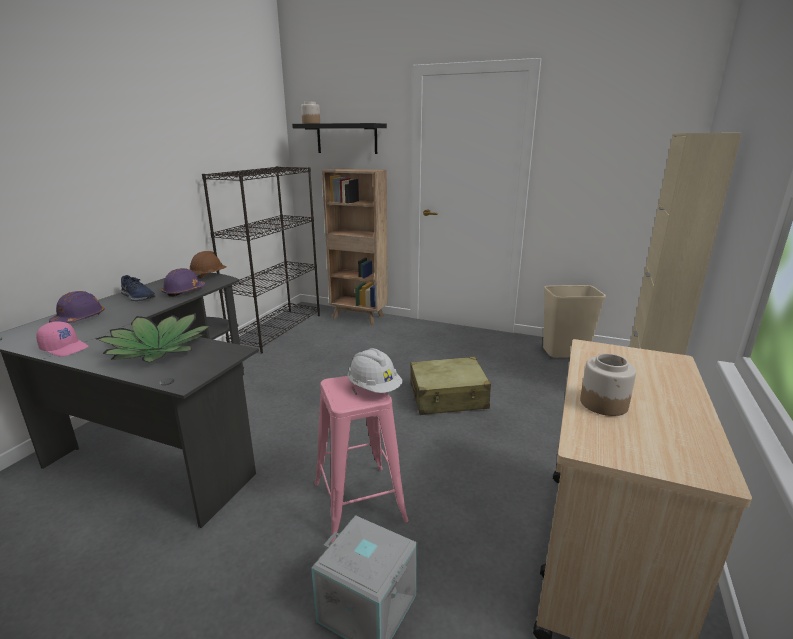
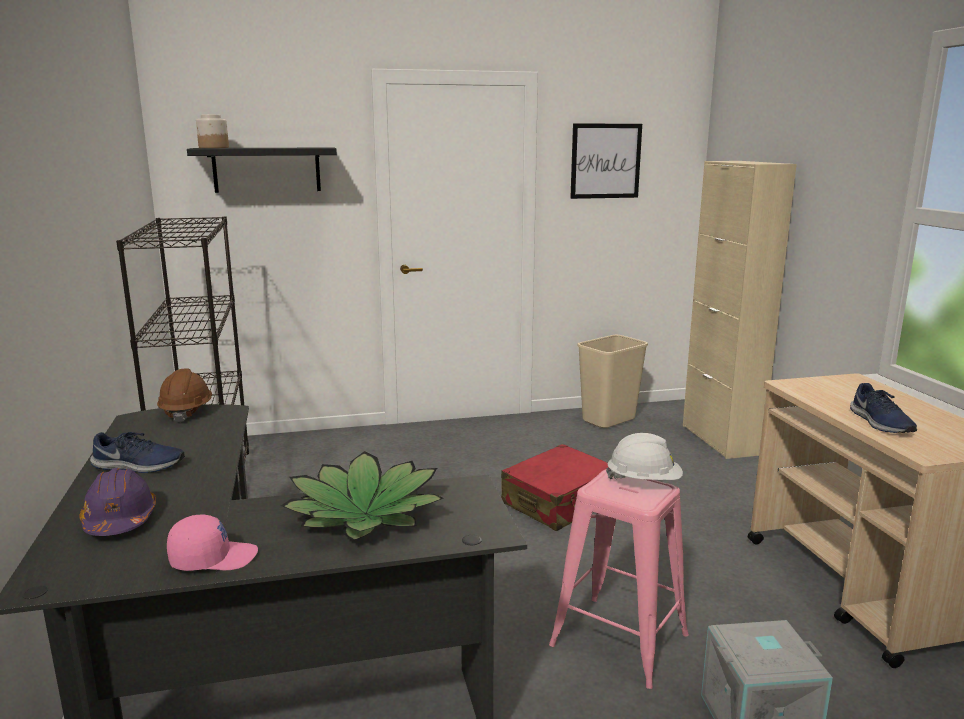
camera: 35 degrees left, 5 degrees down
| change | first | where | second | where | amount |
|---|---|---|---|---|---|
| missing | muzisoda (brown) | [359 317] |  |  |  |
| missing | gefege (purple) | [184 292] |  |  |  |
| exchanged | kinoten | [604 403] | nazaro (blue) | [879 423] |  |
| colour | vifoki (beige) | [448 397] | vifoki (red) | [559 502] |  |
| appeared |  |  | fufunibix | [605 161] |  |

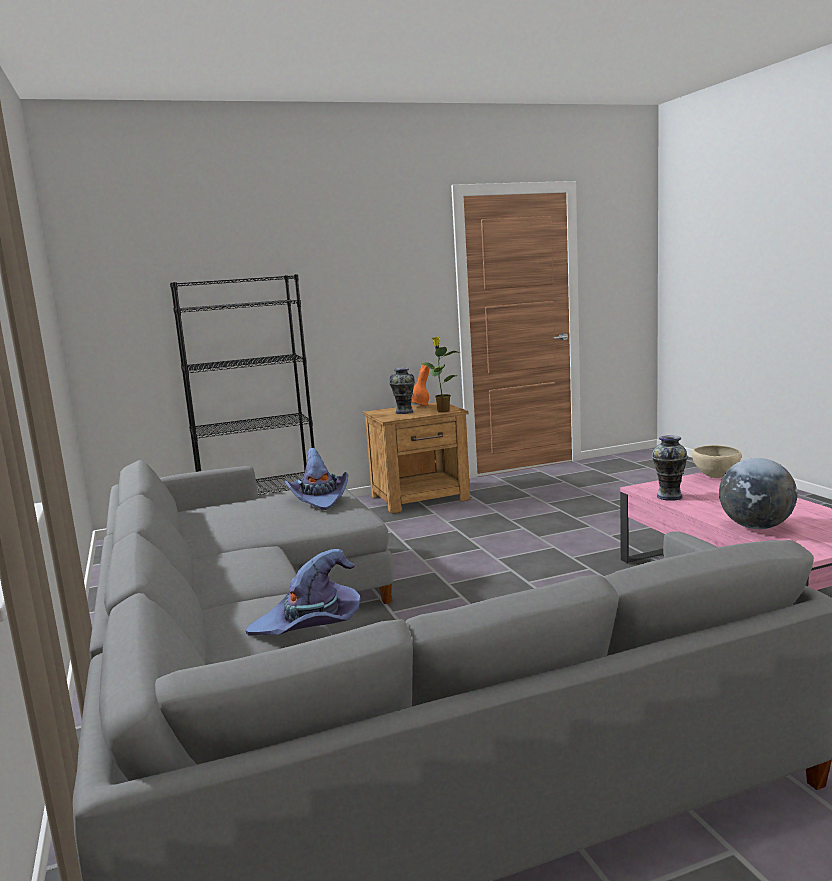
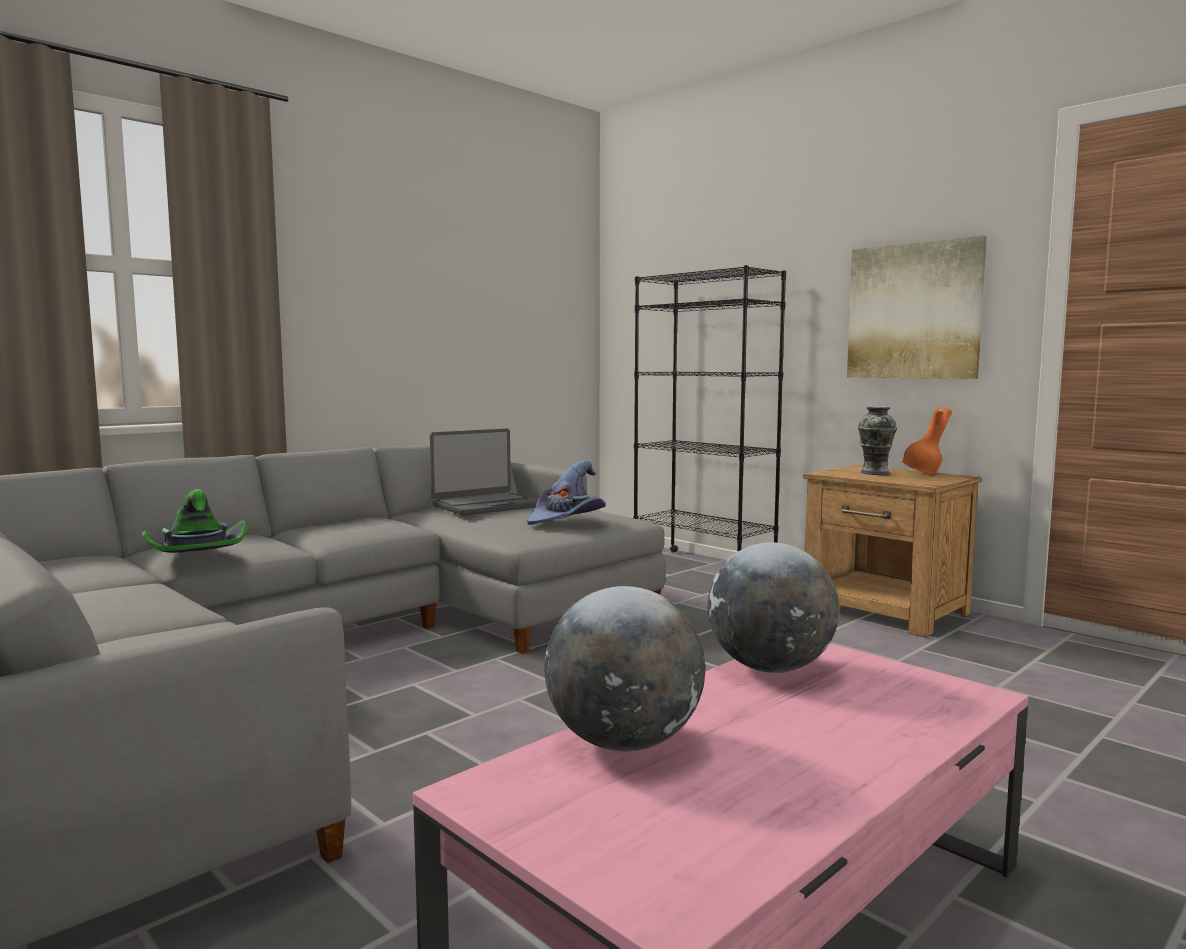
camera: 65 degrees right, 5 degrees down
| change | first | where | second | where | amount |
|---|---|---|---|---|---|
| missing | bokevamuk | [442 411] |  |  |  |
| exchanged | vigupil | [670 496] | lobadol | [770 668] |  |
| missing | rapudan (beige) | [715 477] |  |  |  |
| colour | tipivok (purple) | [310 625] | tipivok (green) | [196 556] |  |
| appeared |  |  | fufunibix | [914 311] |  |
| appeared |  |  | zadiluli | [486 506] |  |

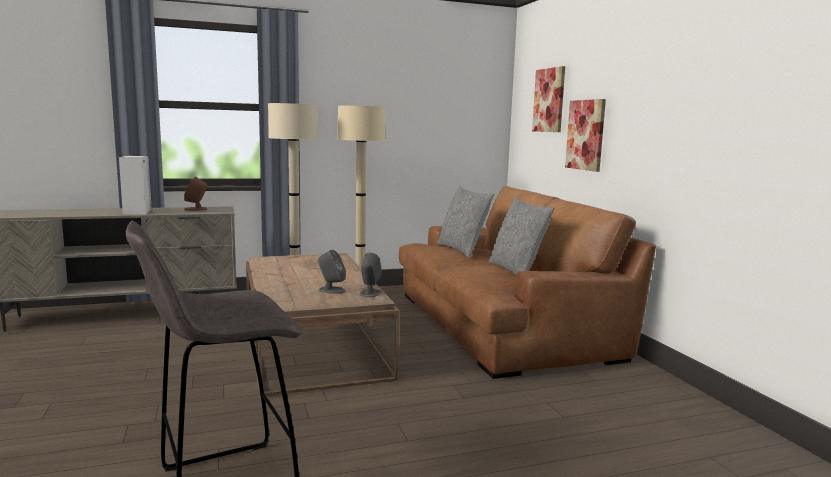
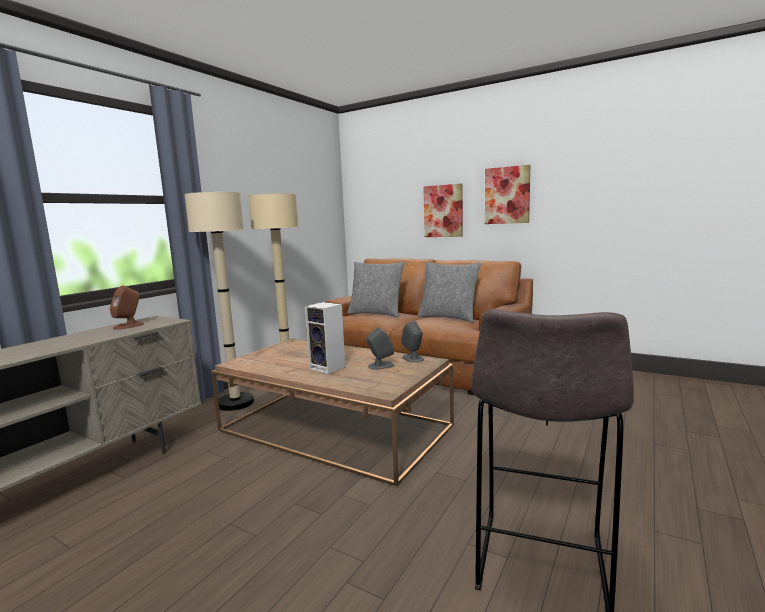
camera: 40 degrees left, 0 degrees up
| change | first | where | second | where | amount |
|---|---|---|---|---|---|
| relocated | fufunibix | [549 100] |  | [507 195] |  |
| relocated | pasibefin | [137 213] |  | [329 368] |  |

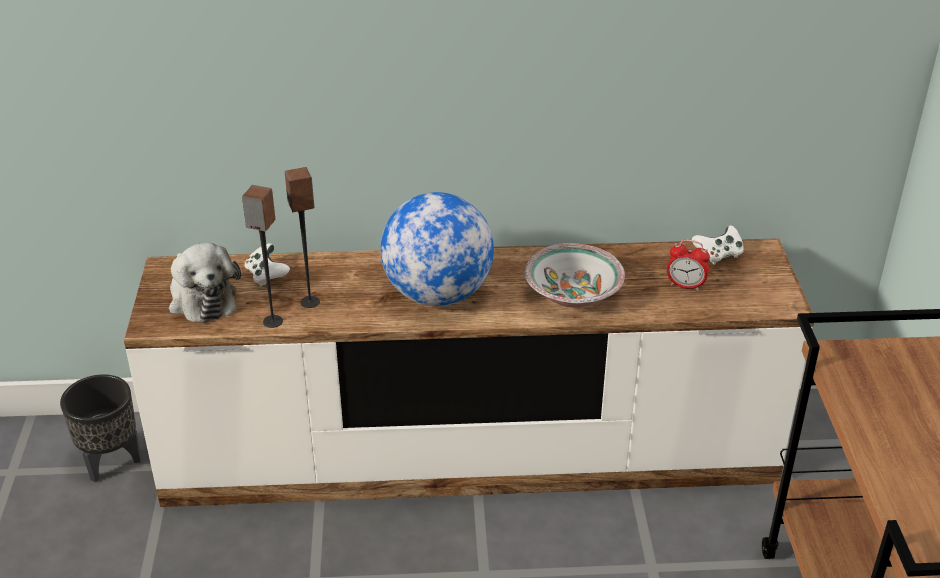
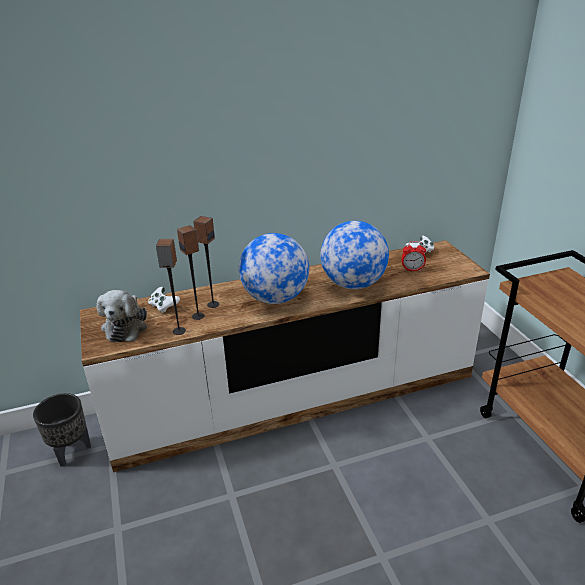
camera: 15 degrees left, 5 degrees down
| change | first | where | second | where | amount |
|---|---|---|---|---|---|
| spun | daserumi | [201 298] |  | [126 326] | 45 degrees clockwise |
| exchanged | rapudan | [572 293] | lobadol | [353 284] |  |
| appeared |  |  | pasibefin | [213 304] |  |

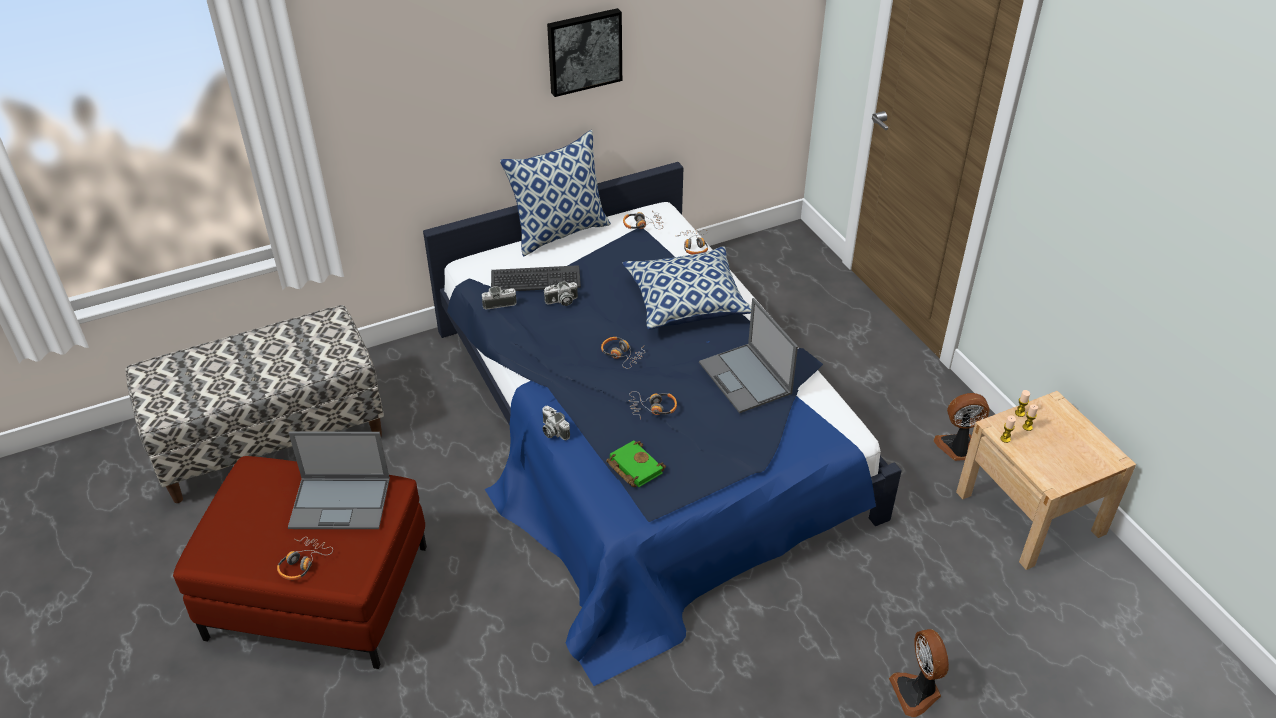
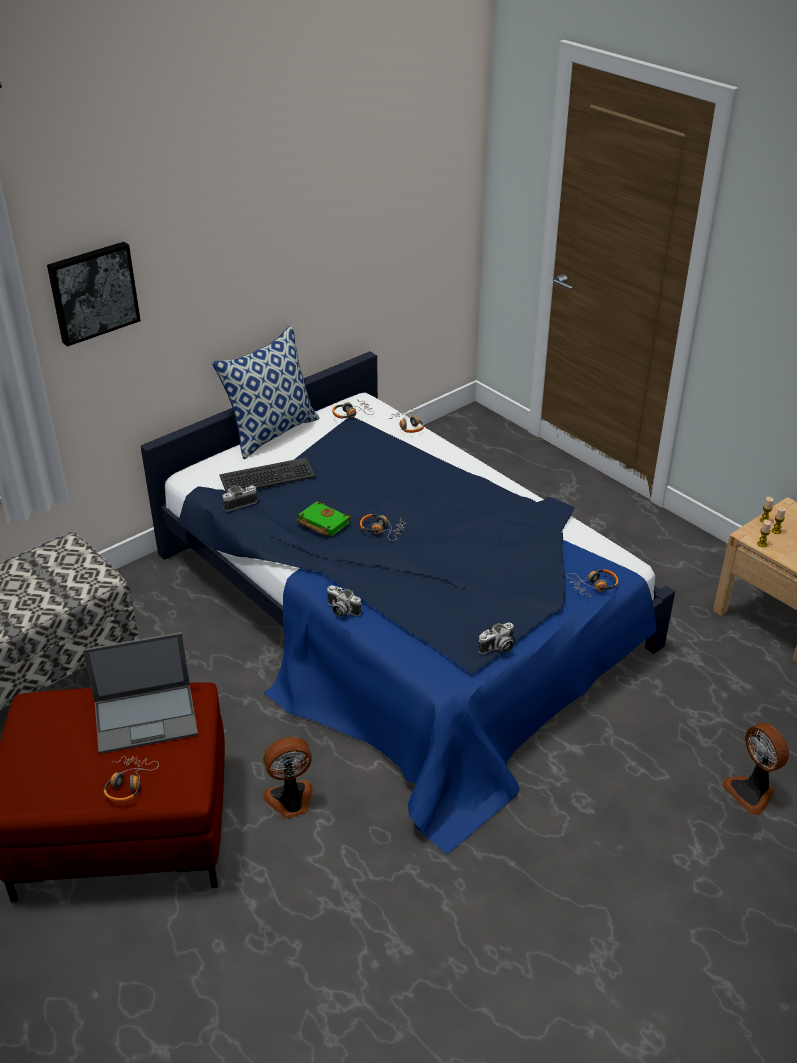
camera: 15 degrees left, 5 degrees down
| change | first | where | second | where | amount |
|---|---|---|---|---|---|
| relocated | fufunibix | [584 51] |  | [92 292] |  |
| missing | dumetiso | [687 302] |  |  |  |
| relocated | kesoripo | [561 301] |  | [497 648] |  |
| missing | zadiluli | [746 378] |  |  |  |
| relocated | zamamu | [652 408] |  | [593 586] |  |
| relocated | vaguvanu | [957 448] |  | [290 801] |  |
| relocated | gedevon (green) | [633 467] |  | [321 523] |  |

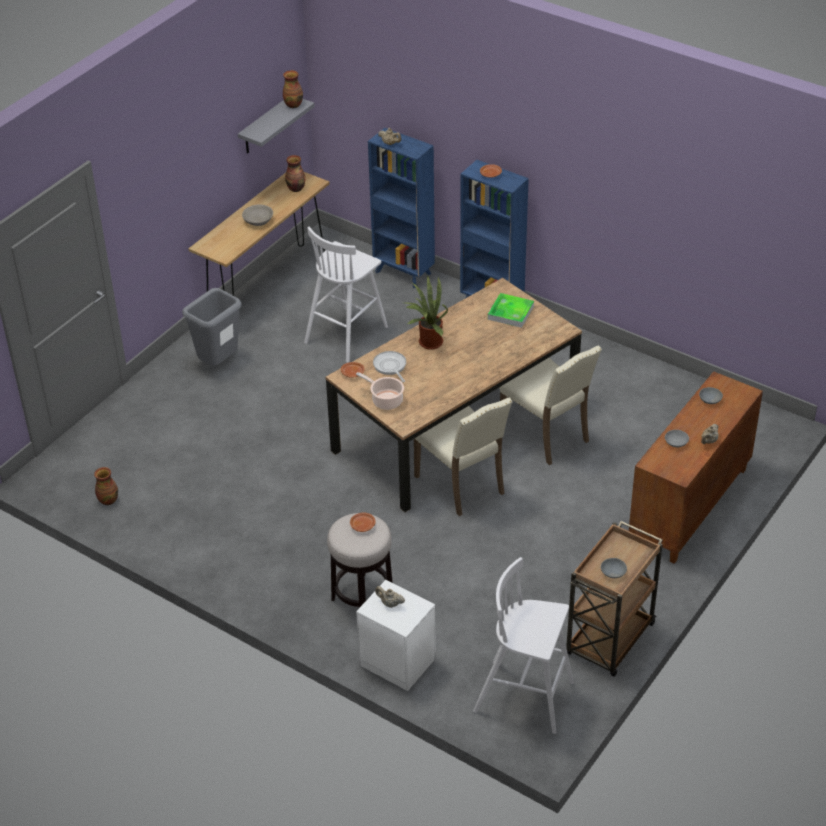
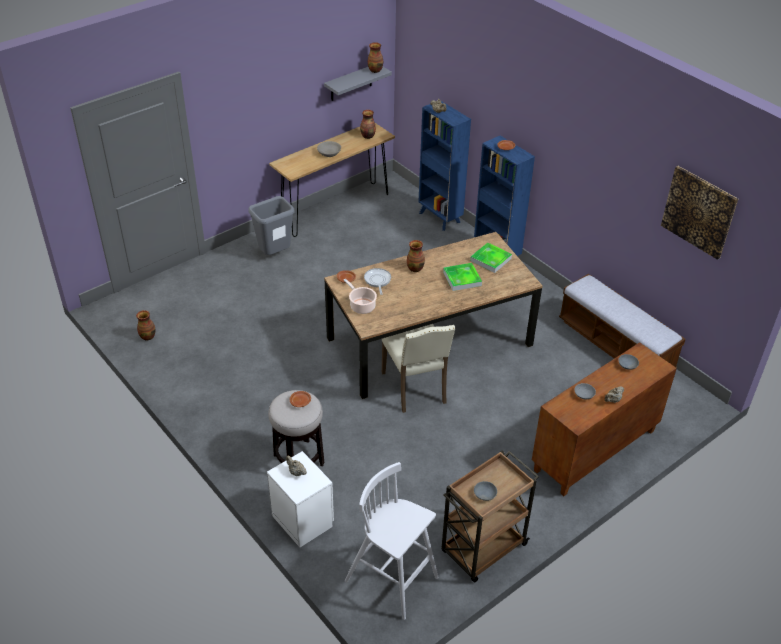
camera: 15 degrees right, 0 degrees up
| change | first | where | second | where | amount |
|---|---|---|---|---|---|
| missing | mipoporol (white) | [347 334] |  |  |  |
| exchanged | bokevamuk | [428 342] | vigupil | [415 268] |  |
| missing | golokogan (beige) | [547 436] |  |  |  |
| appeared |  |  | fufunibix | [699 211] |  |
| appeared |  |  | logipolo | [462 279] |  |
| appeared |  |  | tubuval | [615 345] |  |

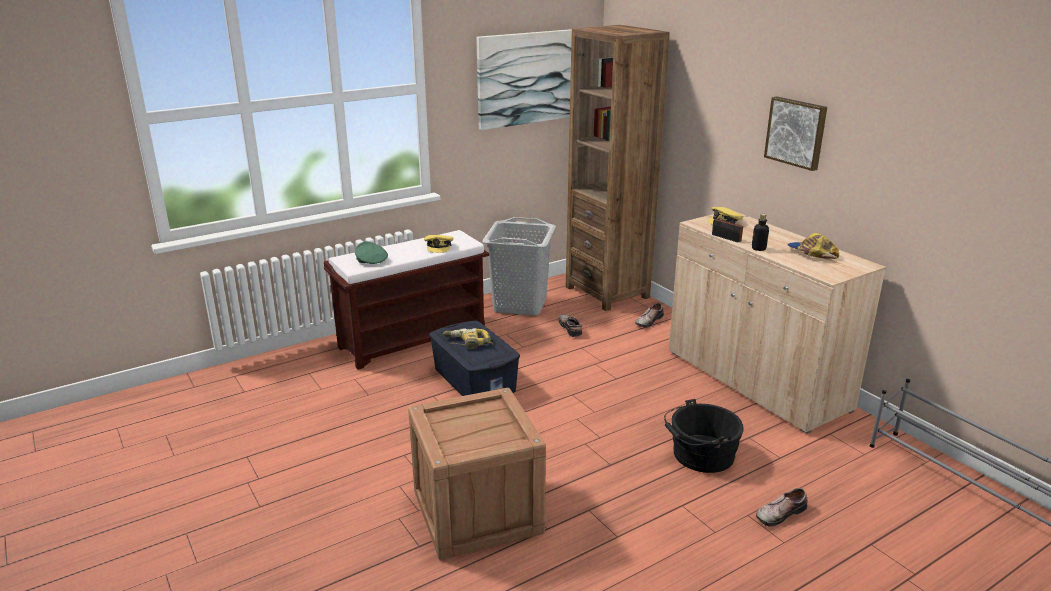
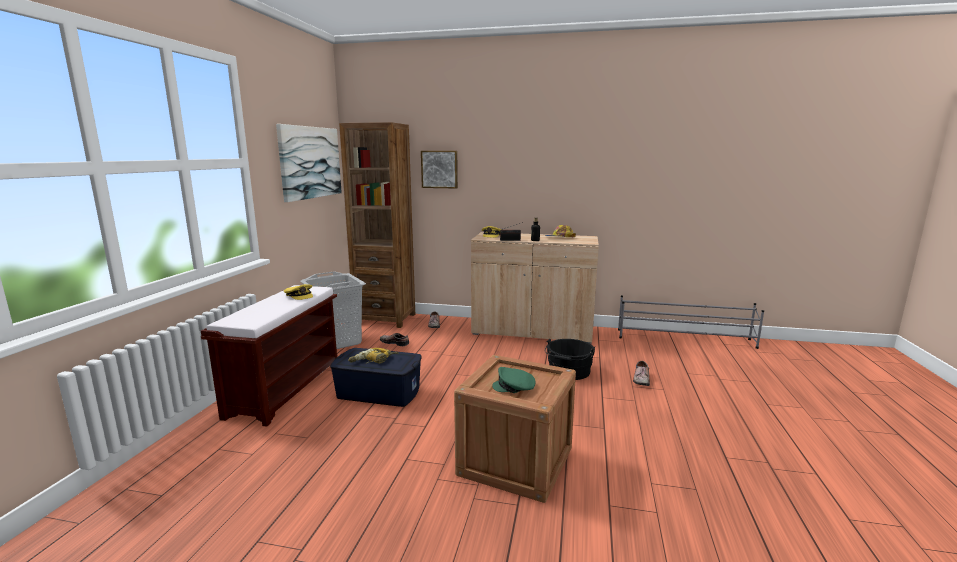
camera: 45 degrees left, 10 degrees down
| change | first | where | second | where | amount |
|---|---|---|---|---|---|
| relocated | fufunibix | [796 132] |  | [439 169] |  |
| relocated | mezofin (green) | [370 260] |  | [514 387] |  |

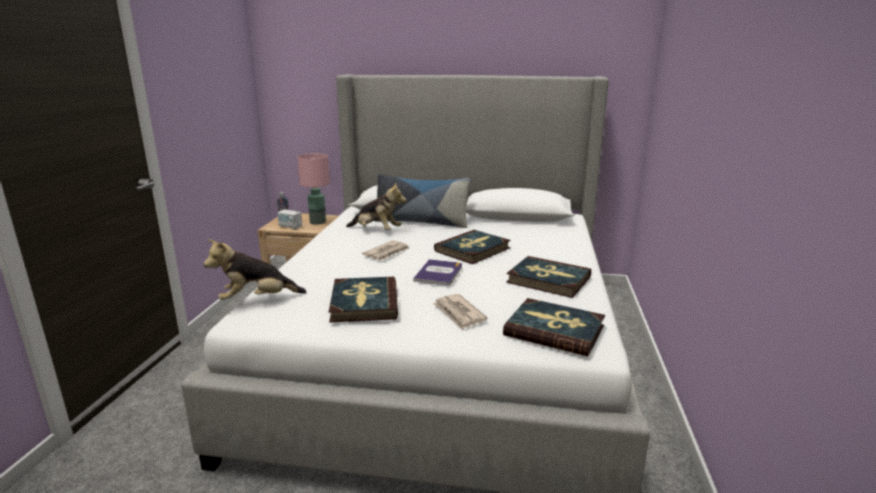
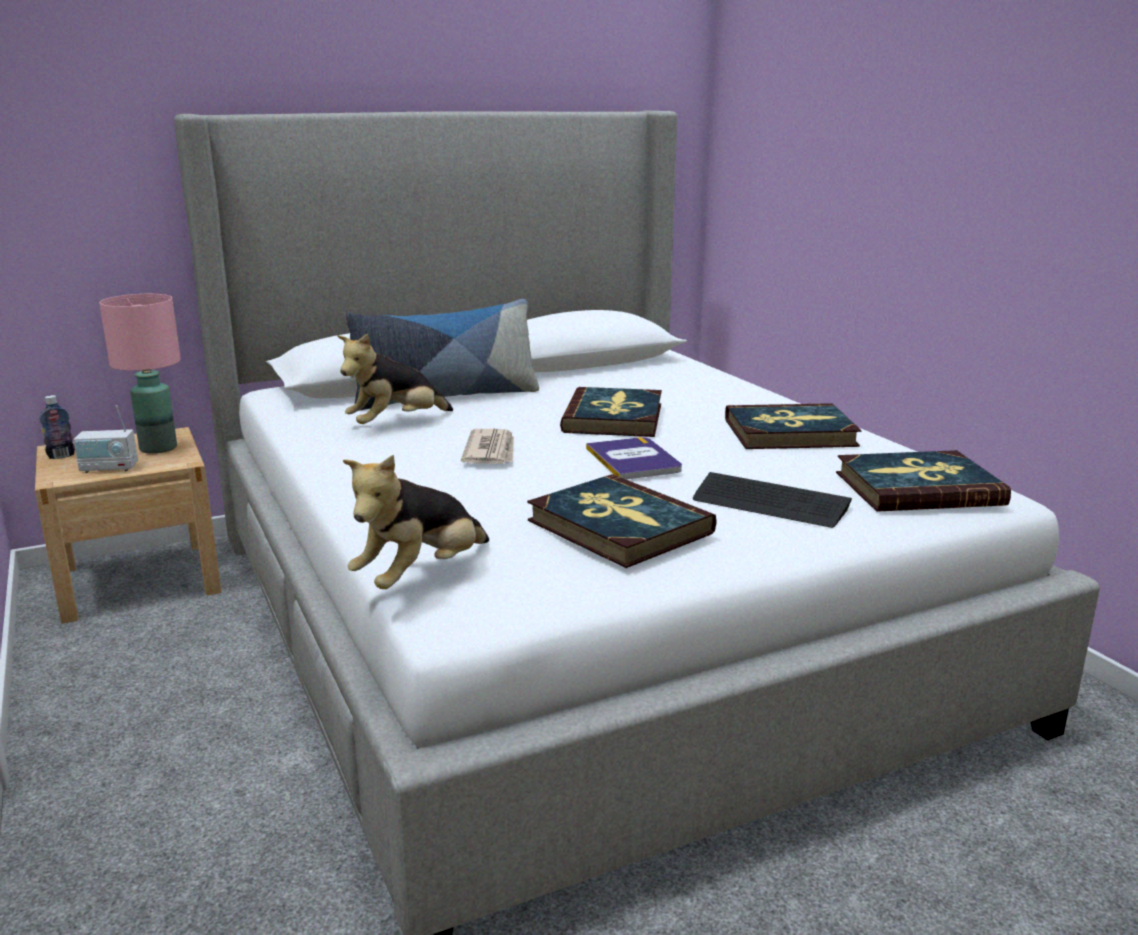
camera: 35 degrees left, 0 degrees up
| change | first | where | second | where | amount |
|---|---|---|---|---|---|
| spun | daserumi | [376 231] |  | [396 424] | 150 degrees clockwise |
| exchanged | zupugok | [459 313] | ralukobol | [770 503] |  |

